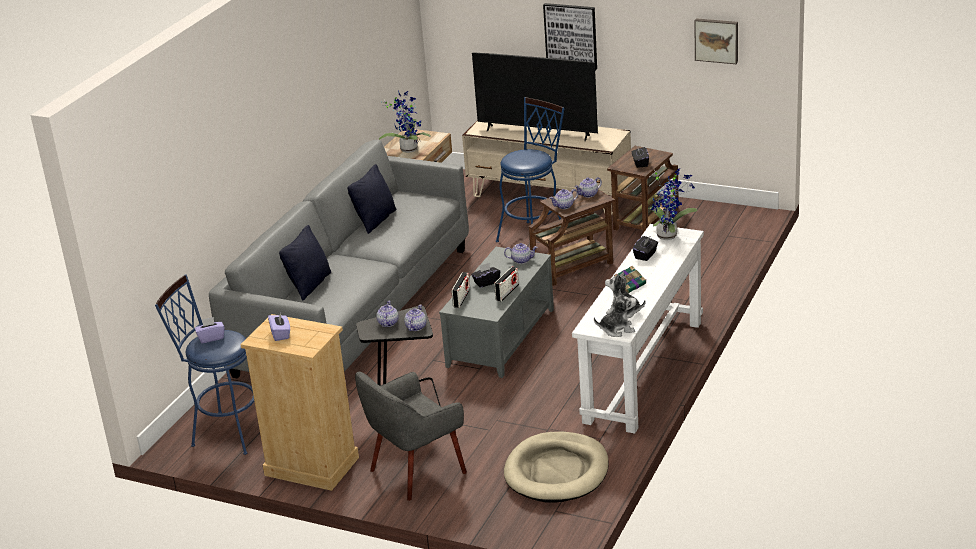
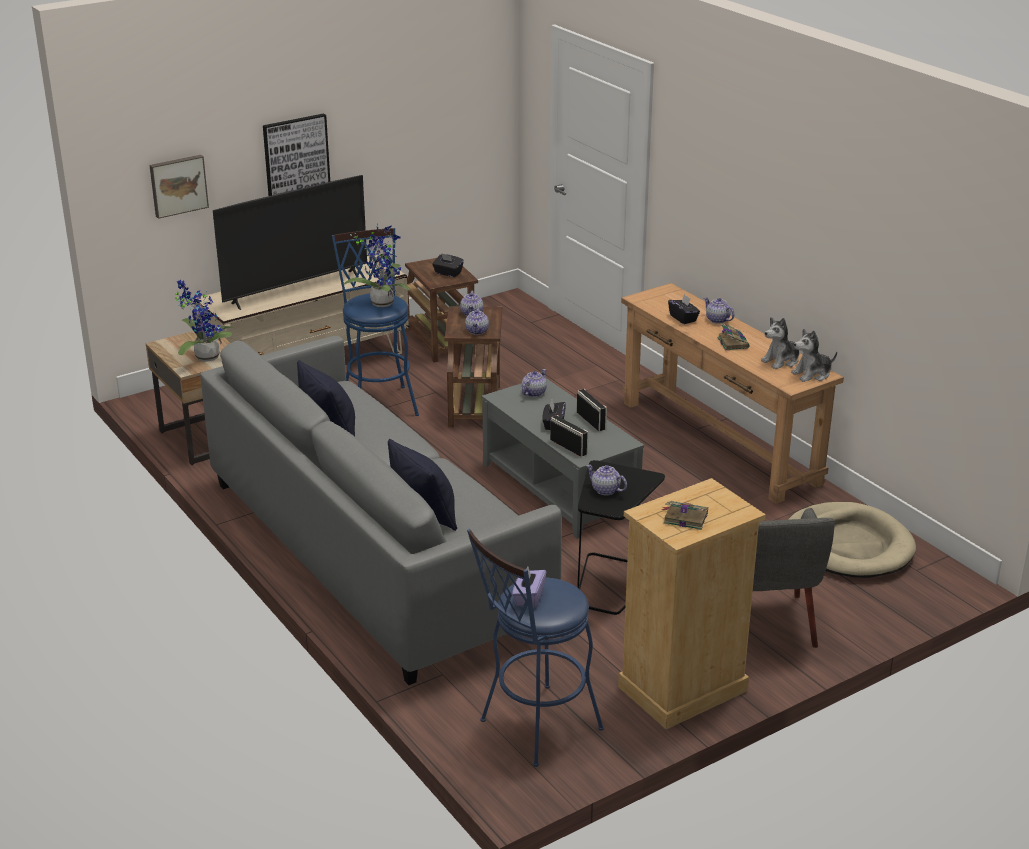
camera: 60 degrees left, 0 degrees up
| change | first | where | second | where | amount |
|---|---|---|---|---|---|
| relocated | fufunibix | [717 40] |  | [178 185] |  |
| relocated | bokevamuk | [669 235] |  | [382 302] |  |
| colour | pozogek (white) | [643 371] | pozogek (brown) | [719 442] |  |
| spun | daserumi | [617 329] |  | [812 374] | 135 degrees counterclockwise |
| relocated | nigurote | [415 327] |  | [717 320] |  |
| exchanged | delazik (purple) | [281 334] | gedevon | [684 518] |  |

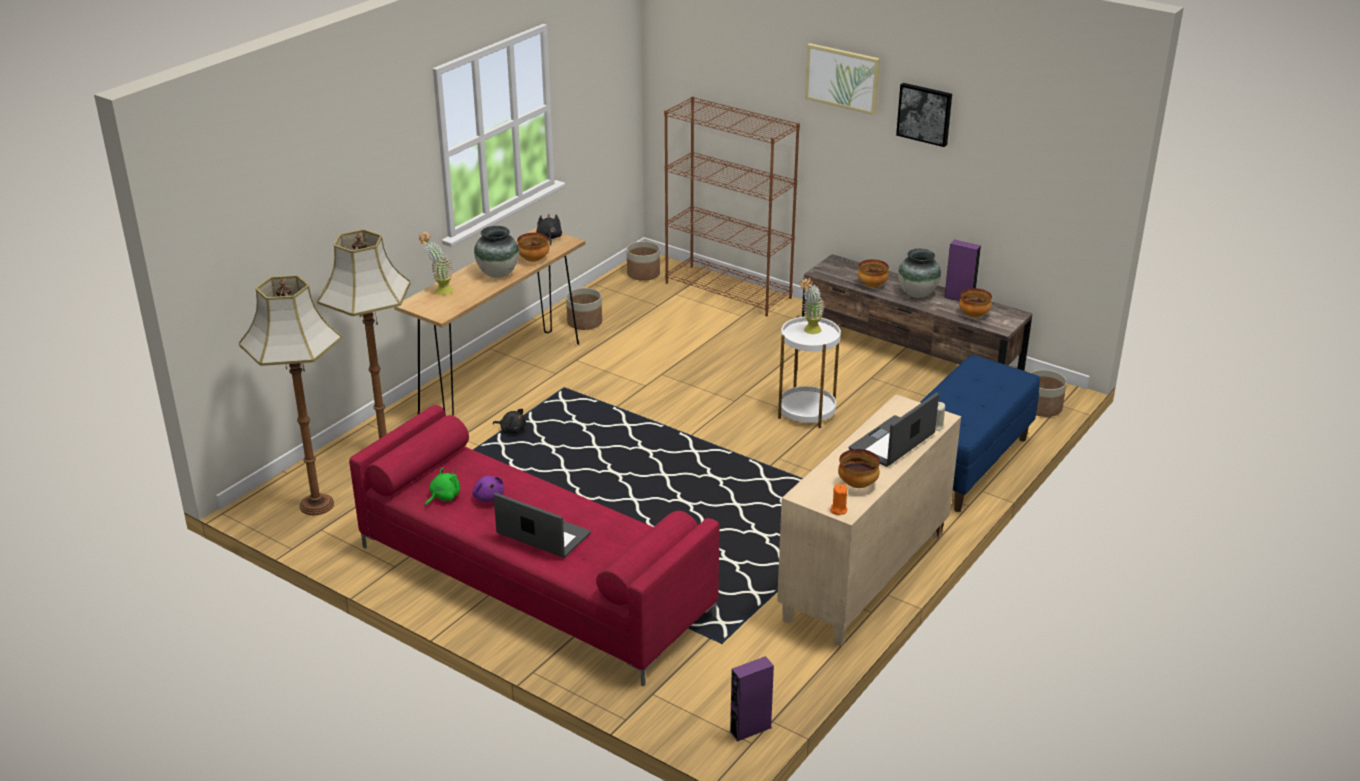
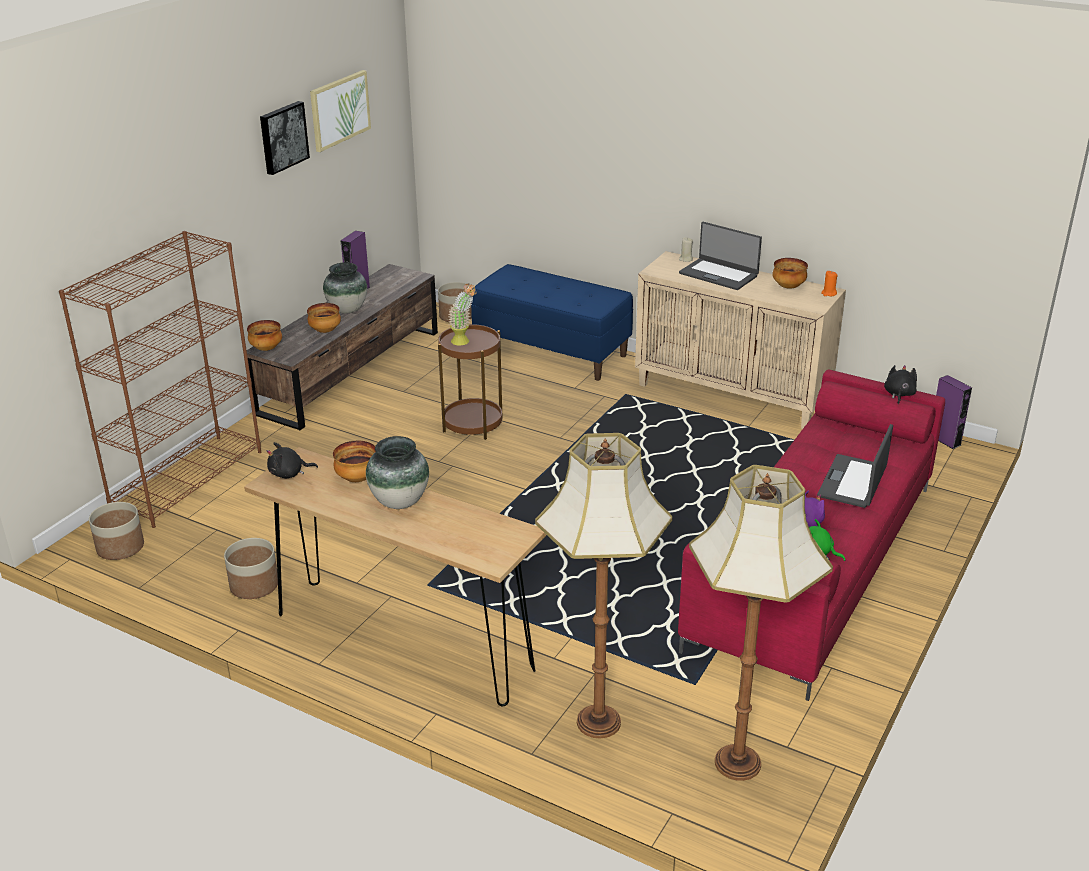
camera: 95 degrees left, 0 degrees up
| change | first | where | second | where | amount |
|---|---|---|---|---|---|
| relocated | fufunibix | [842 78] |  | [339 110] |  |
| missing | bokevamuk | [439 291] |  |  |  |
| relocated | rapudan | [974 315] |  | [266 348] |  |
| colour | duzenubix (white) | [806 412] | duzenubix (brown) | [472 424] |  |
| relocated | daserumi (black) | [512 430] |  | [899 394] |  |

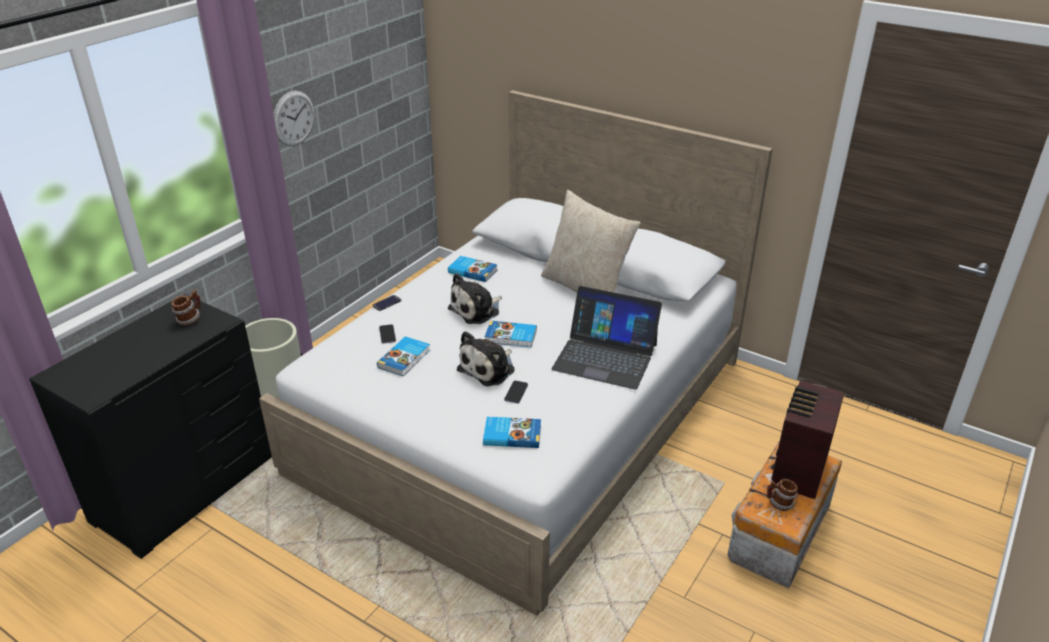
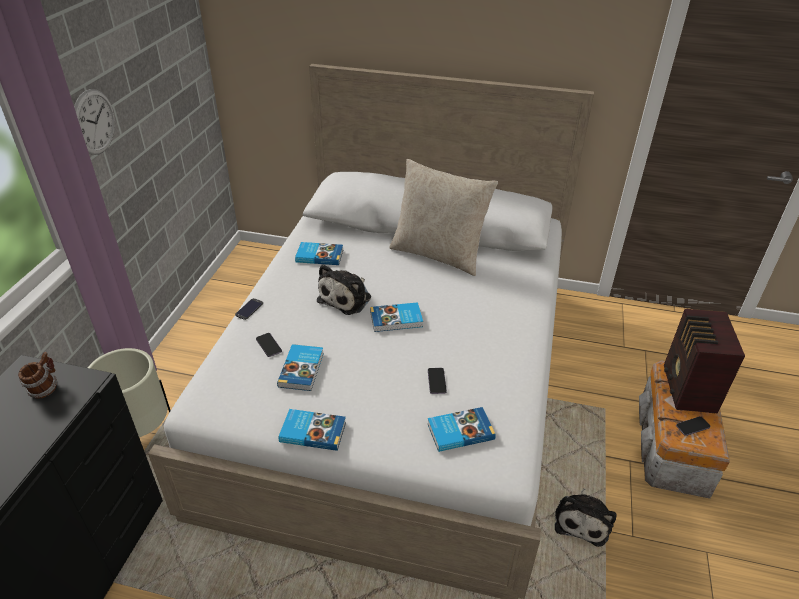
camera: 20 degrees left, 5 degrees up
| change | first | where | second | where | amount |
|---|---|---|---|---|---|
| missing | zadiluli | [605 356] |  |  |  |
| relocated | daserumi | [489 369] |  | [582 520] |  |
| exchanged | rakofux | [779 504] | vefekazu | [692 426] |  |
| appeared |  |  | gedevon | [313 431] |  |

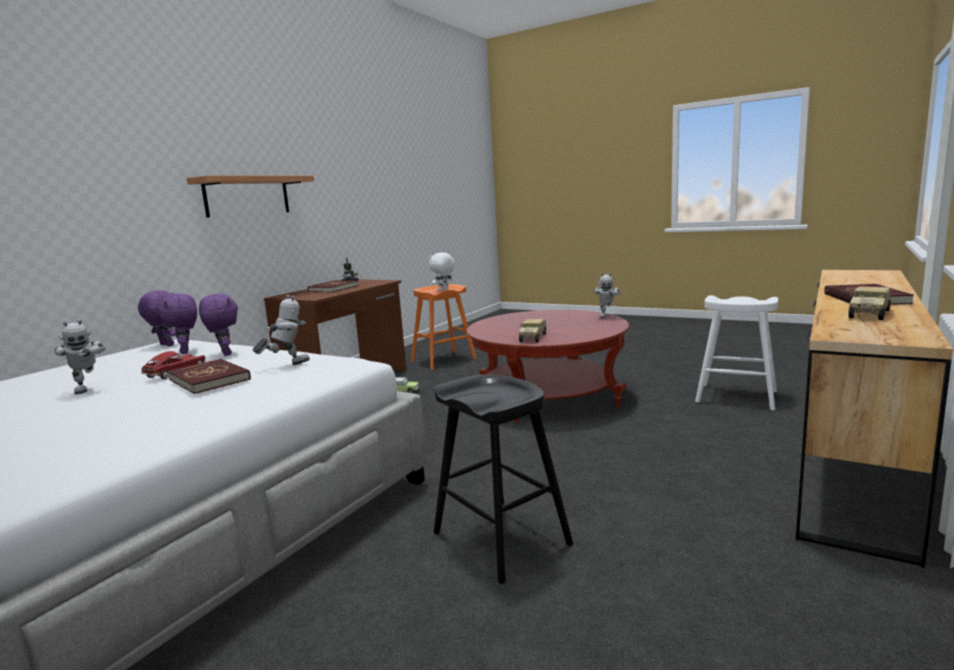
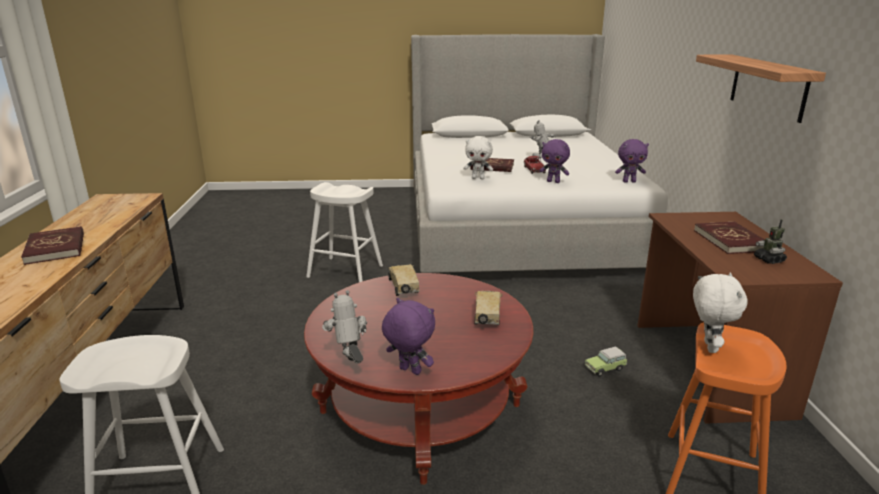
camera: 145 degrees right, 10 degrees up
| change | first | where | second | where | amount |
|---|---|---|---|---|---|
| relocated | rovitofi | [869 313] |  | [487 316] |  |
| relocated | daserumi (purple) | [186 352] |  | [409 371] |  |
| exchanged | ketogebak | [286 365] | daserumi (white) | [478 178] |  |
| colour | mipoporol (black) | [501 538] | mipoporol (white) | [345 271] |  |

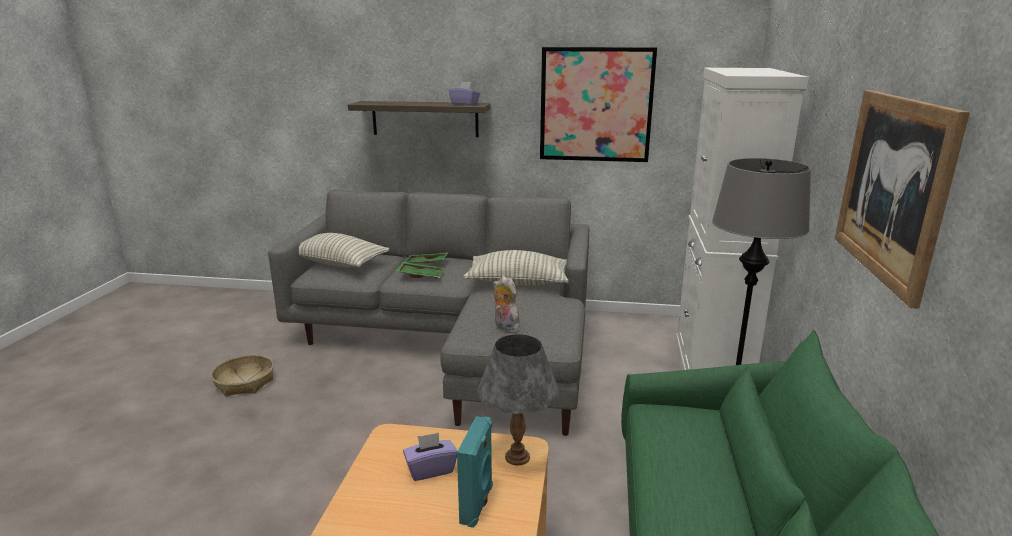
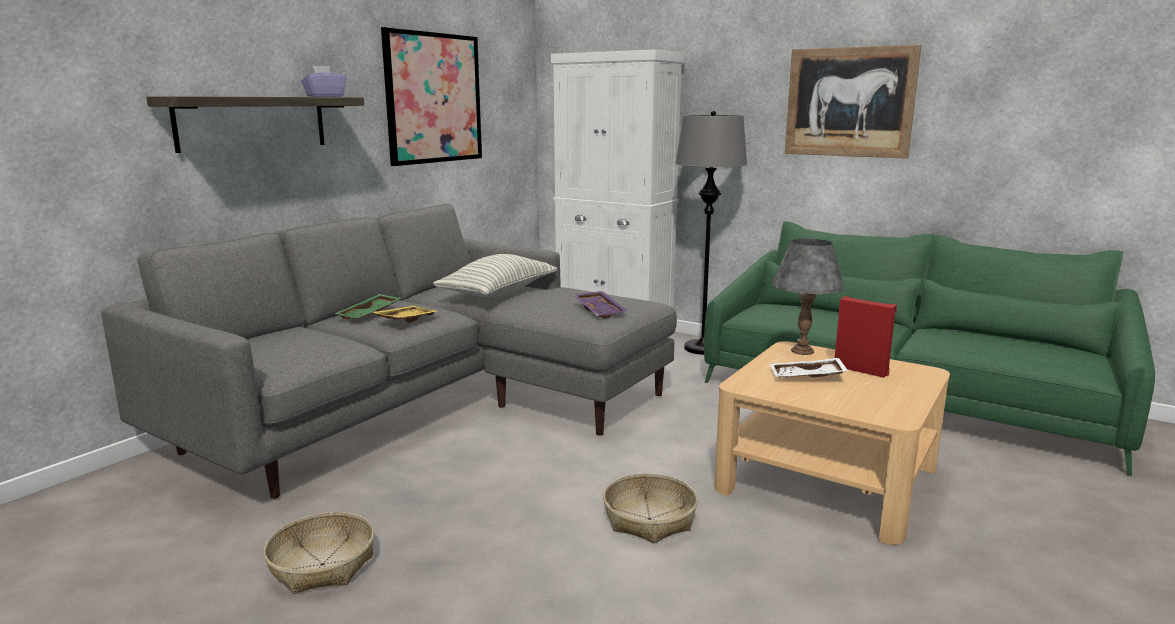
camera: 65 degrees left, 5 degrees down
| change | first | where | second | where | amount |
|---|---|---|---|---|---|
| missing | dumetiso | [337 264] |  |  |  |
| colour | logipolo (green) | [421 275] | logipolo (yellow) | [405 320] |  |
| exchanged | daserumi | [504 328] | logipolo (purple) | [600 311] |  |
| colour | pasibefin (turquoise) | [478 505] | pasibefin (red) | [861 370] |  |
| exchanged | delazik (purple) | [430 469] | logipolo (white) | [807 378] |  |
| appeared |  |  | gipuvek | [649 519] |  |

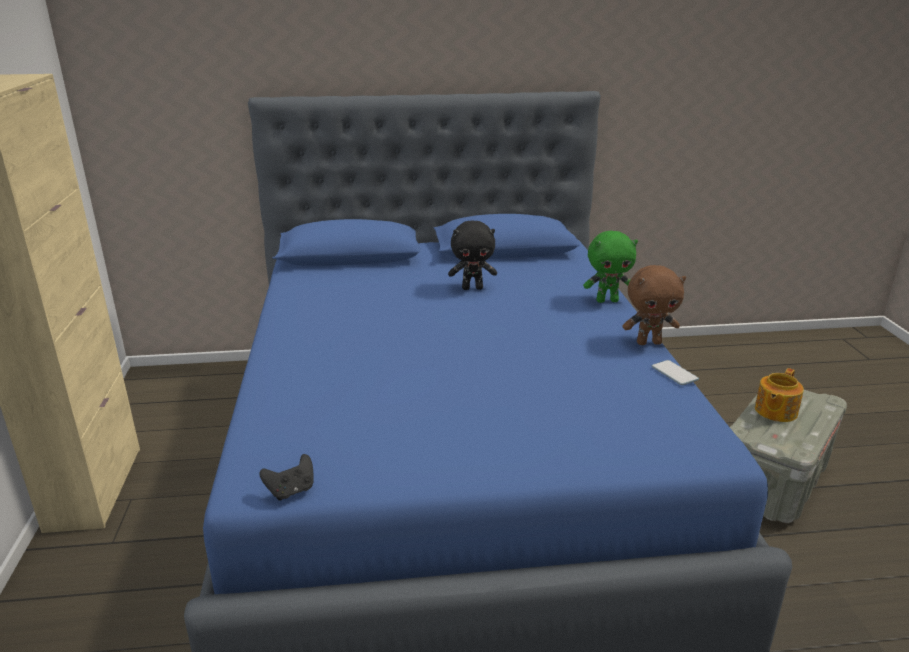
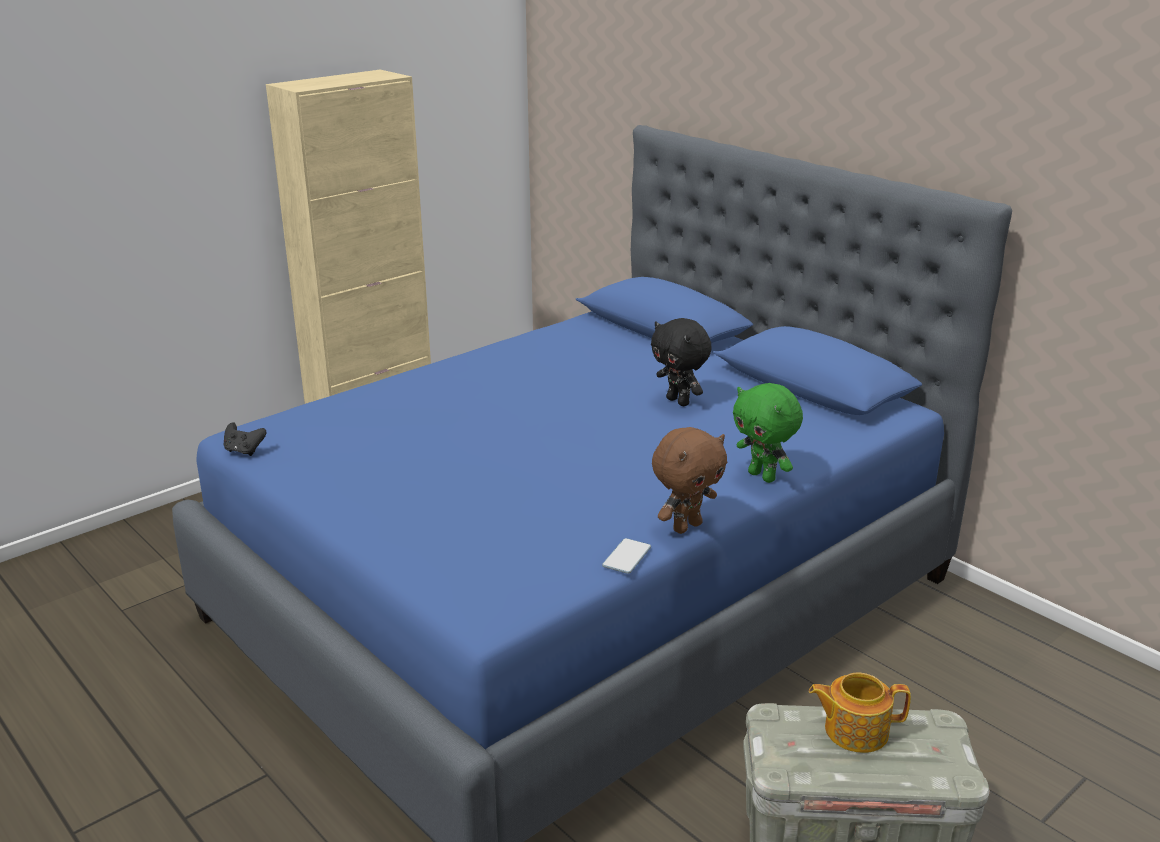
camera: 55 degrees right, 0 degrees up
| change | first | where | second | where | amount |
|---|---|---|---|---|---|
| spun | daserumi (brown) | [649 342] |  | [686 526] | 90 degrees counterclockwise |

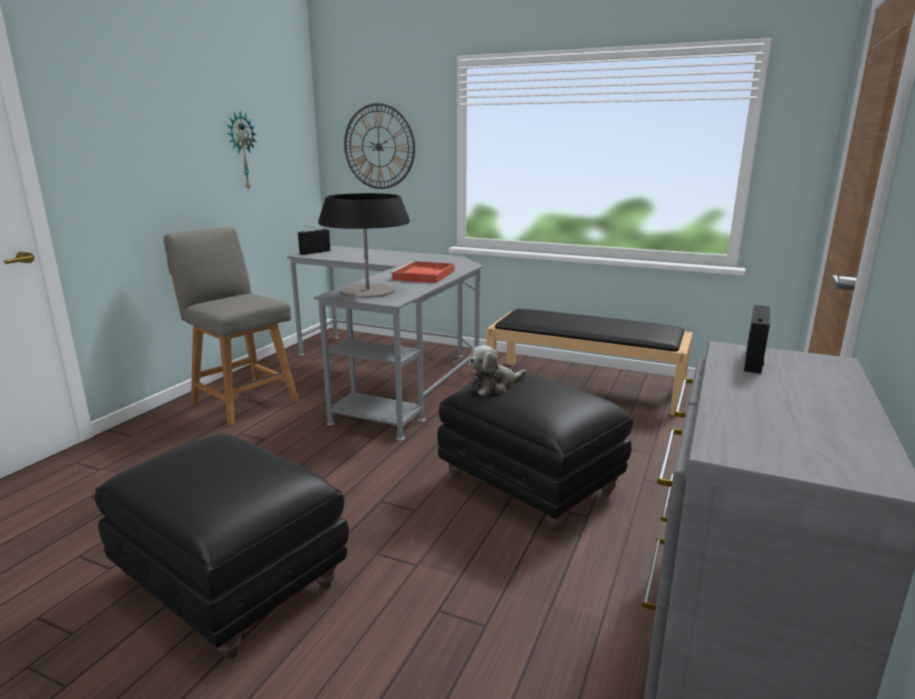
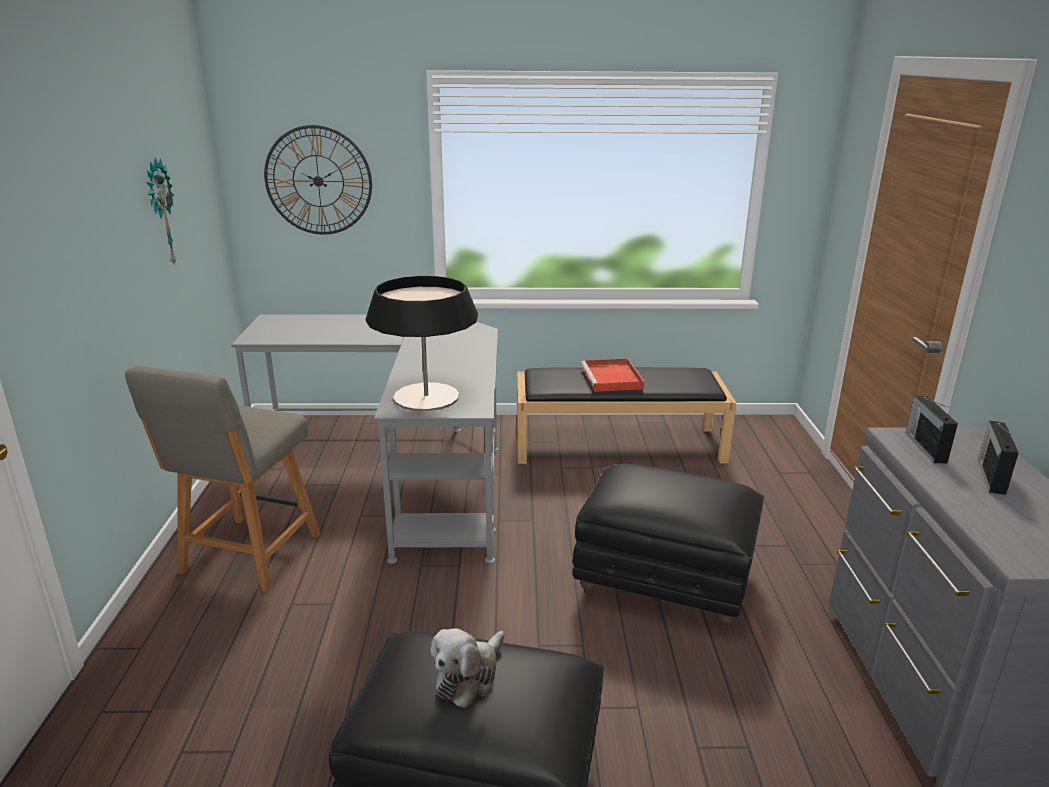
camera: 25 degrees left, 5 degrees up
| change | first | where | second | where | amount |
|---|---|---|---|---|---|
| relocated | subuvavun | [315 252] |  | [991 476] |  |
| spun | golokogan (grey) | [243 401] |  | [248 556] | 90 degrees counterclockwise |
| relocated | logipolo (red) | [424 275] |  | [612 378] |  |
| relocated | daserumi | [494 386] |  | [469 676] |  |

